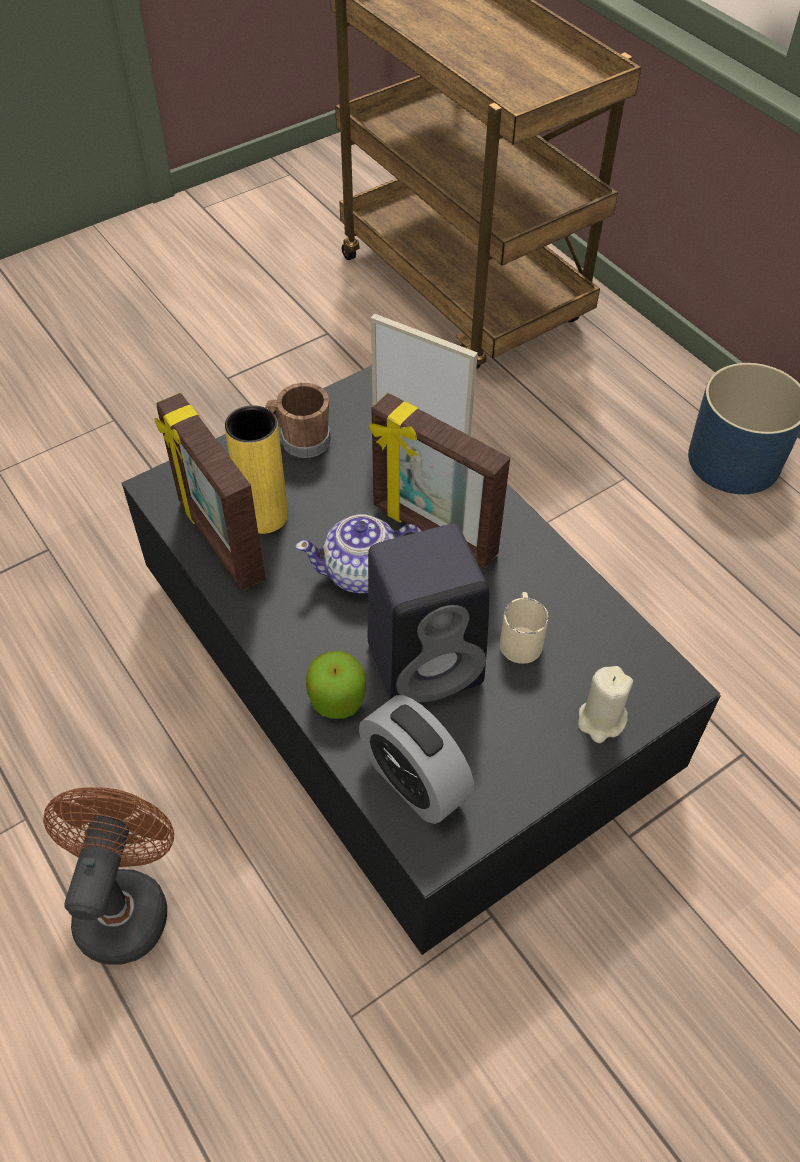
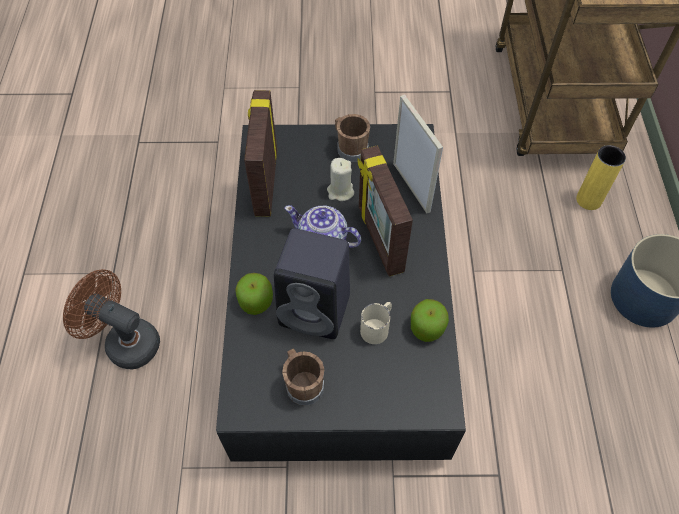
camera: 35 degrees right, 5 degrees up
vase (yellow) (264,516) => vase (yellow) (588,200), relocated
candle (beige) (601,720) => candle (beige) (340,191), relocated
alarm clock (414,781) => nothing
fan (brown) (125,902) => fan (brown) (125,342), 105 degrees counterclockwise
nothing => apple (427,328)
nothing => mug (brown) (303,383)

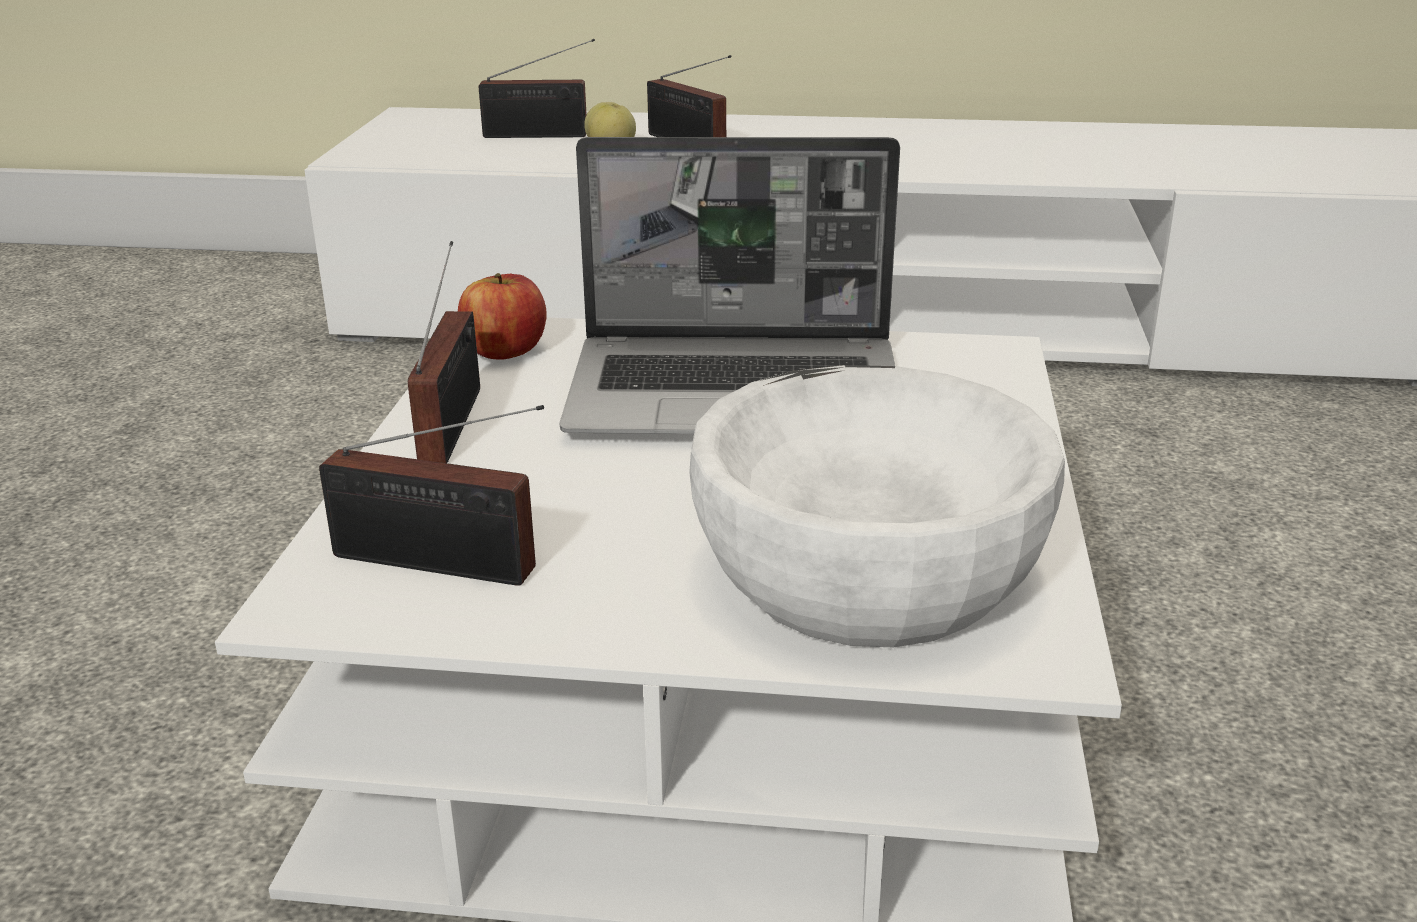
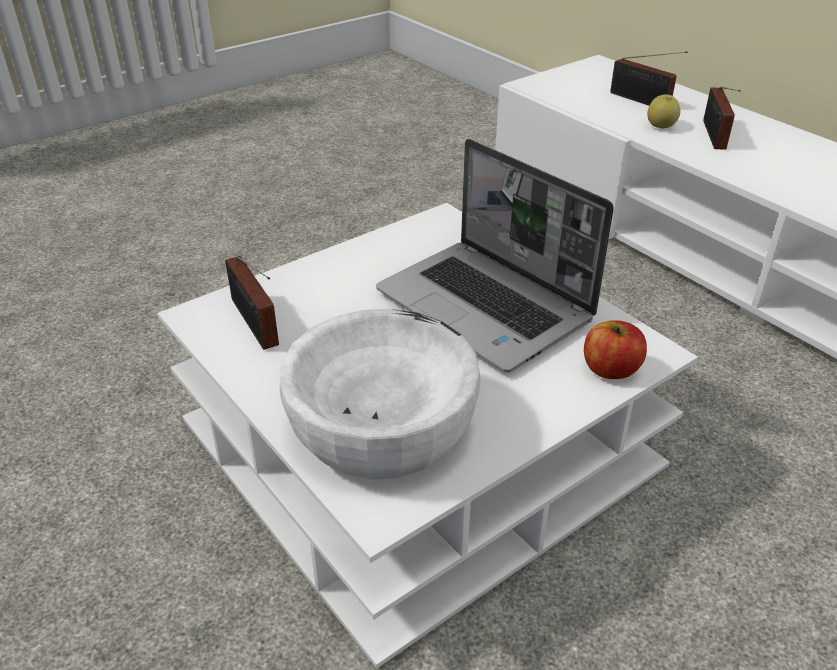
camera: 45 degrees right, 10 degrees up
radio (455,420) => nothing
apple (504,351) => apple (610,369), relocated

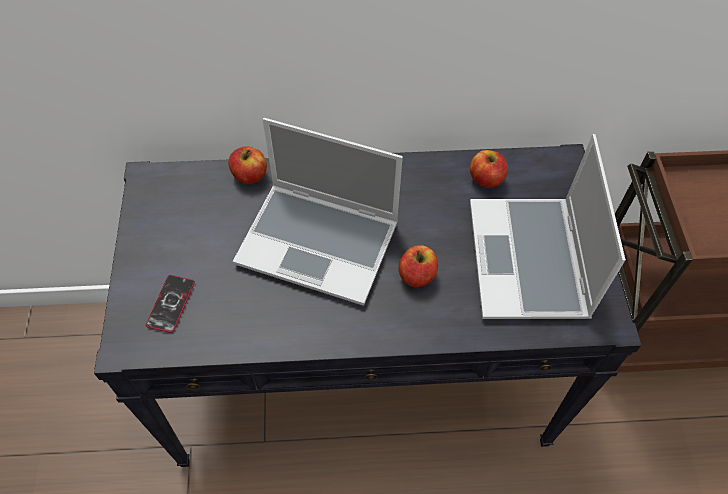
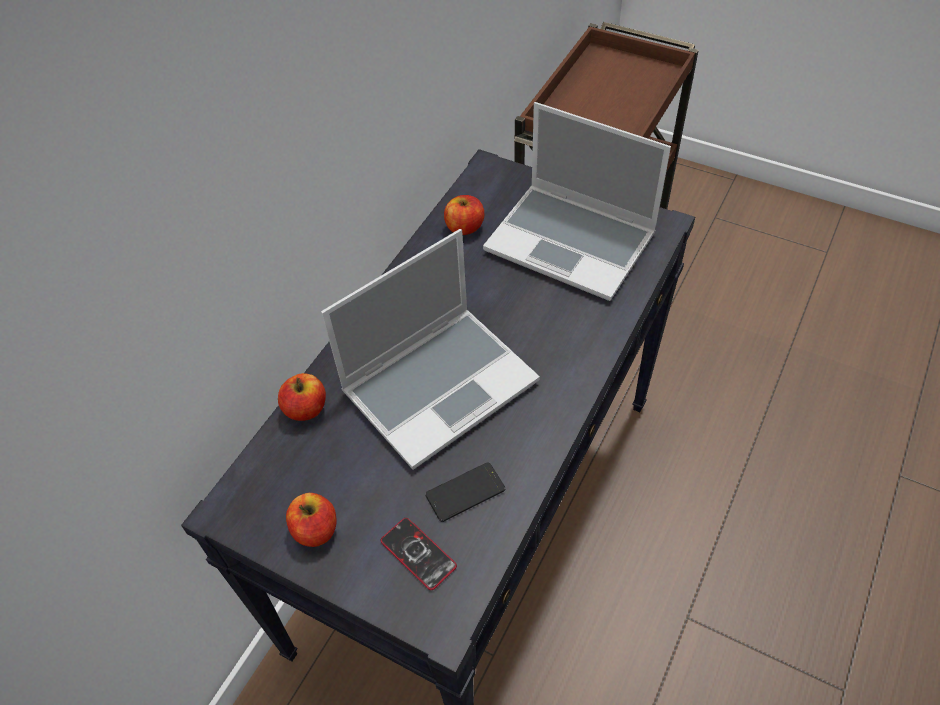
camera: 55 degrees left, 5 degrees down
apple (417,275) => apple (316,530), relocated
nothing => phone (465,492)

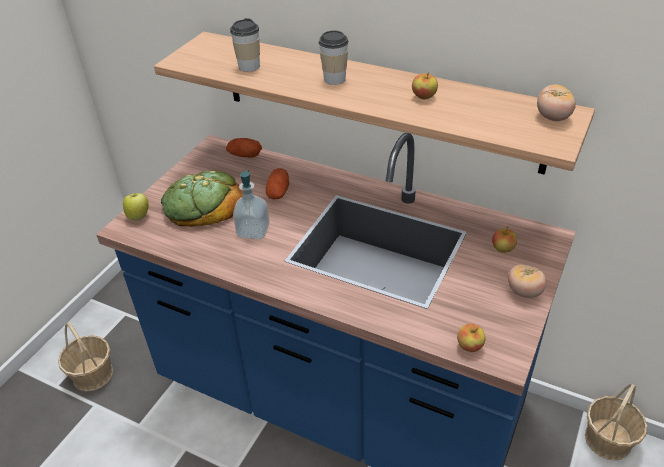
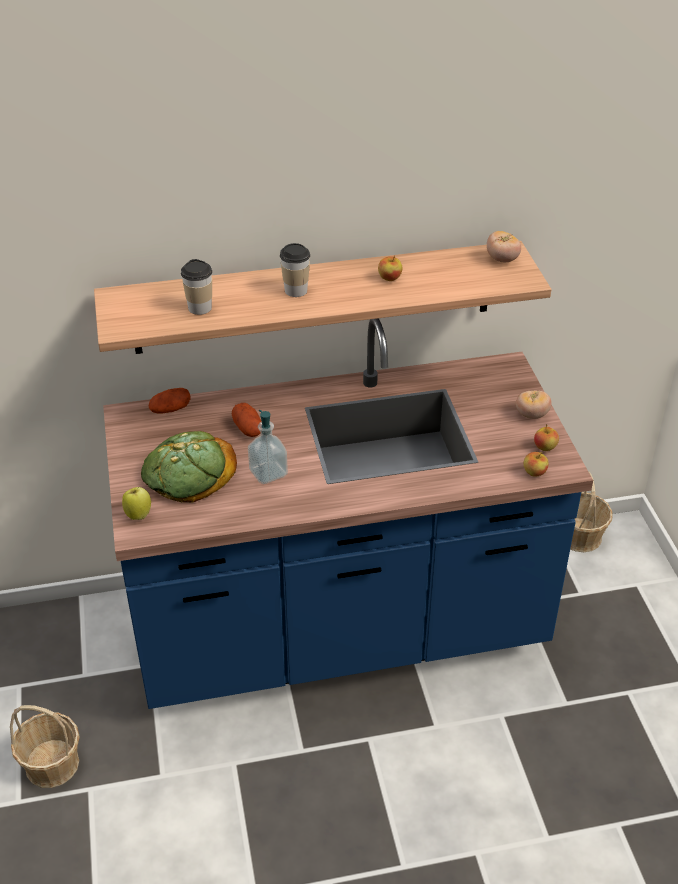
camera: 40 degrees left, 0 degrees up
apple (502,249) => apple (544,447), relocated

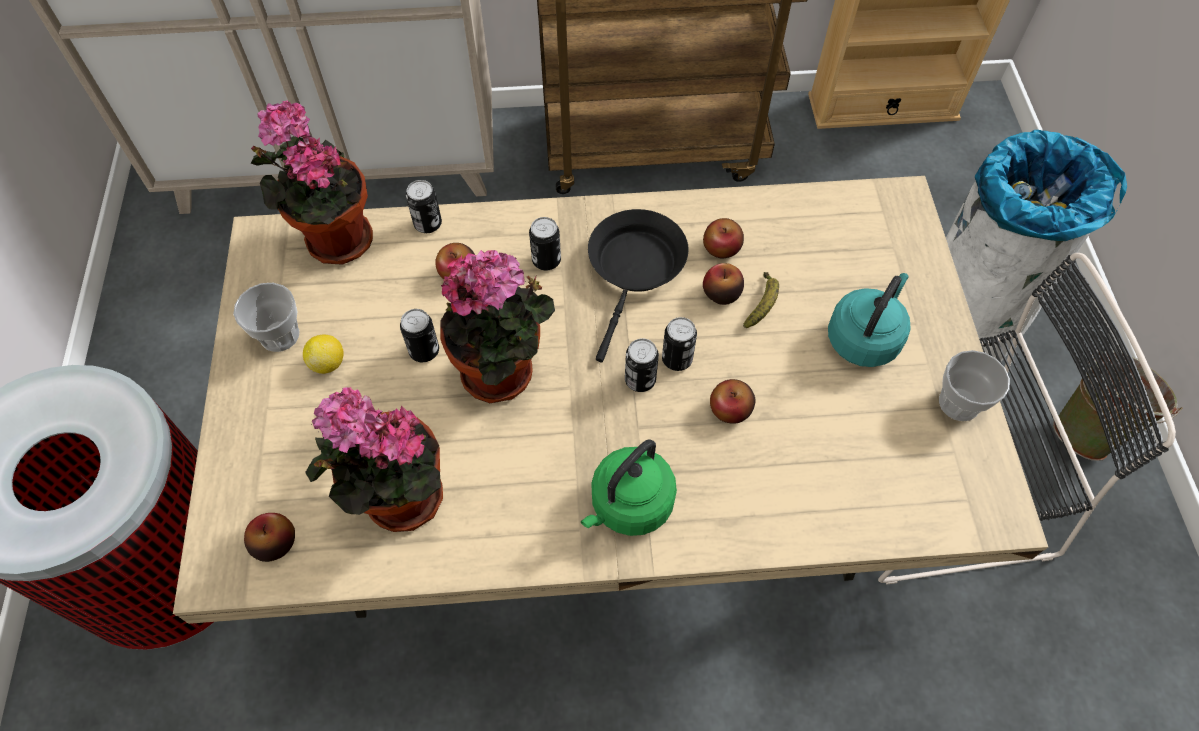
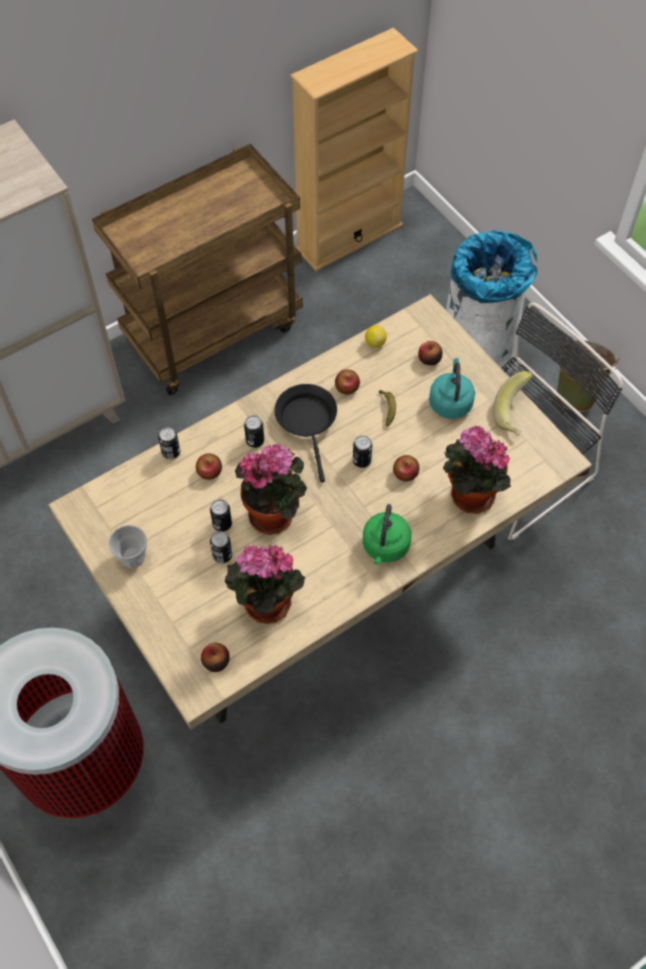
camera: 30 degrees left, 0 degrees up
potted plant (334,238) => potted plant (468,496), relocated
apple (721,293) => apple (429,359), relocated
lemon (328,363) => lemon (375,342), relocated
can (640,380) => can (222,555), relocated
cup (959,403) => banana (515,413)

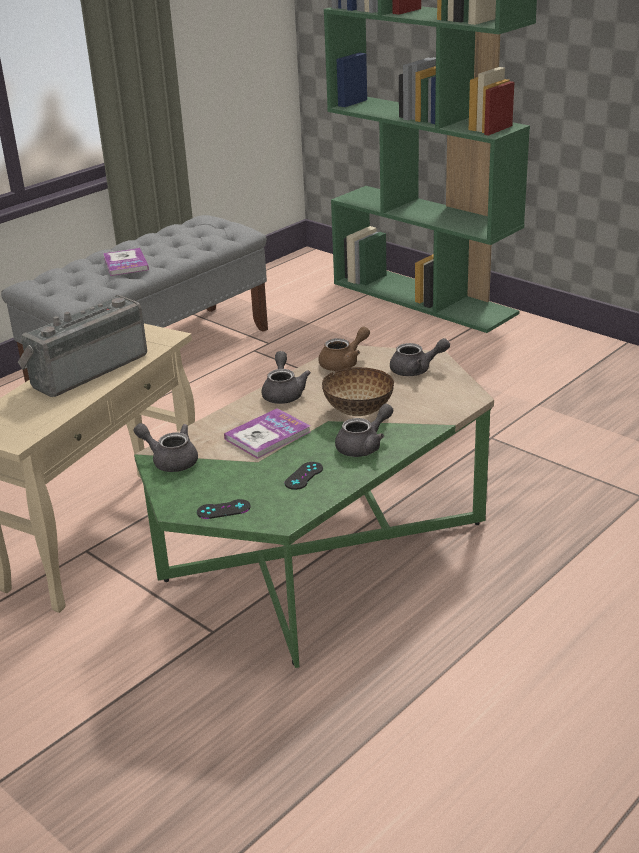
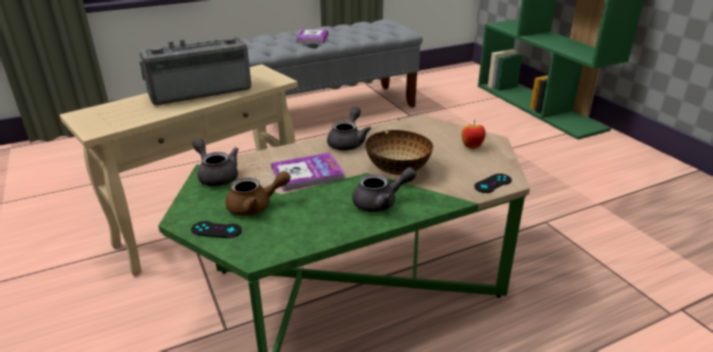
camera: 20 degrees right, 0 degrees up
teapot (brown) (344,363) => teapot (brown) (256,206), relocated
teapot (grey) (416,370) => apple (471,147)
game controller (black) (304,476) => game controller (black) (493,183), relocated

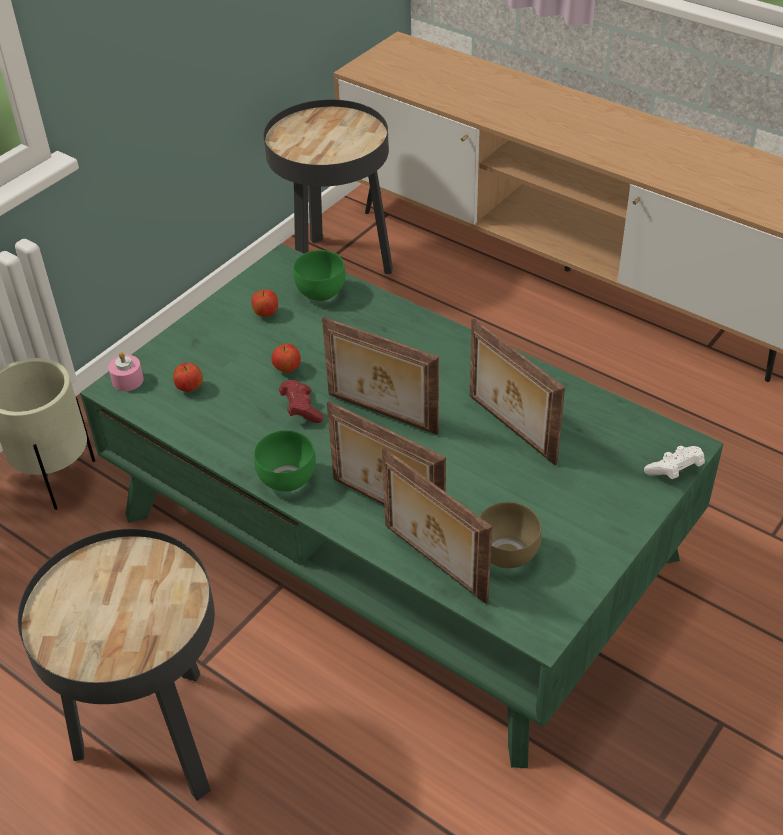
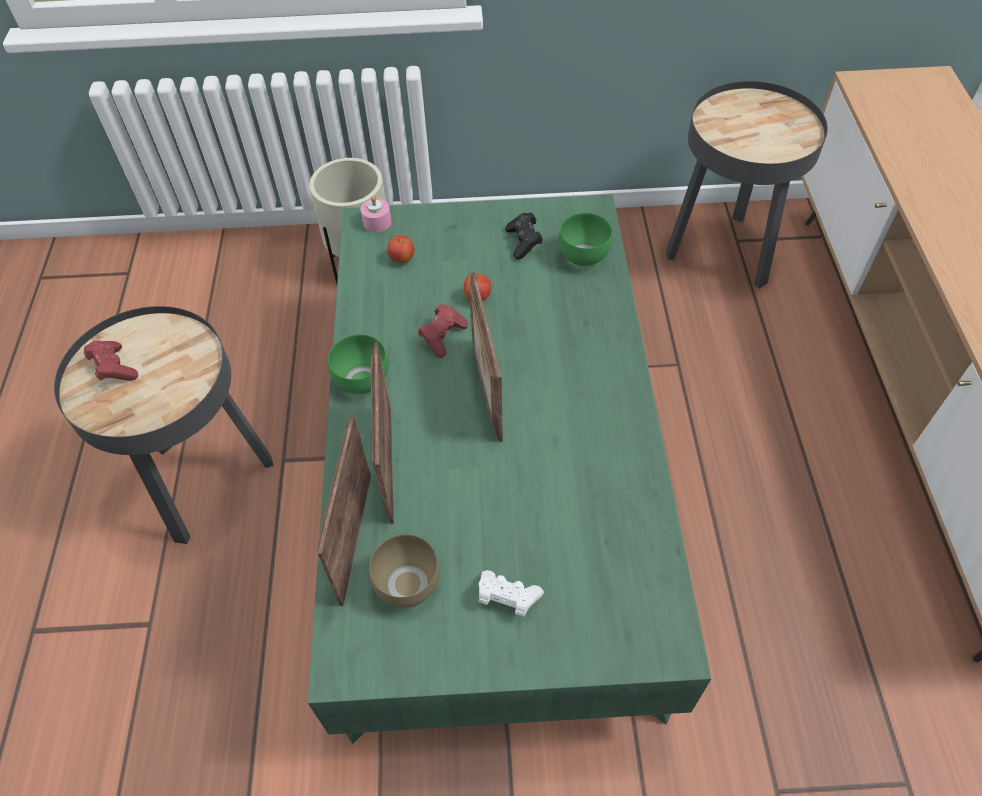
camera: 50 degrees right, 10 degrees up
apple (265,314) => game controller (black) (524,242)
picture frame (510,430) => nothing
game controller (white) (674,471) => game controller (white) (507,598), relocated
nothing => game controller (red) (114,368)

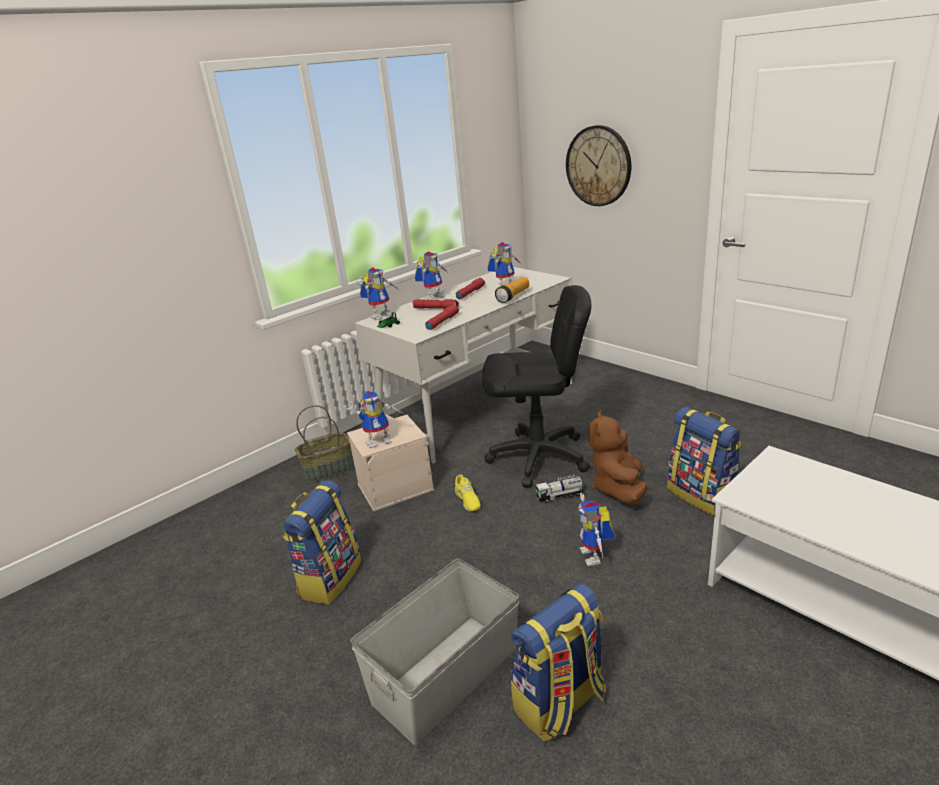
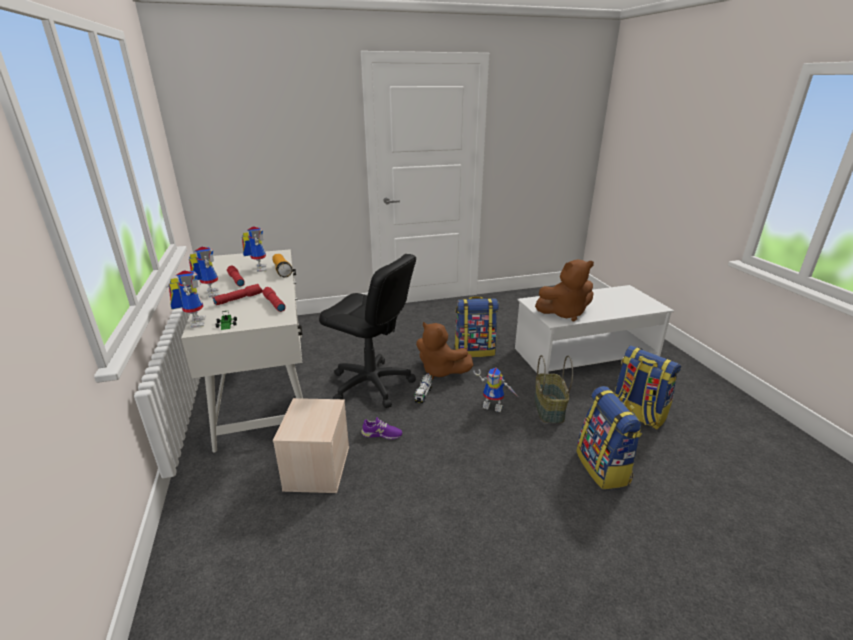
camera: 65 degrees left, 0 degrees up
wall clock (598,166) => nothing
office chair (black) (539,457) => office chair (black) (371,384), 90 degrees clockwise
toy robot (380,440) => nothing
basket (328,469) => basket (548,408), relocated
shoe (yellow) (467,499) => shoe (purple) (381,434)
backpack (329,578) => backpack (637,414), relocated
storage box (grey) (444,675) => nothing
nothing => plush toy (brown) (564,313)

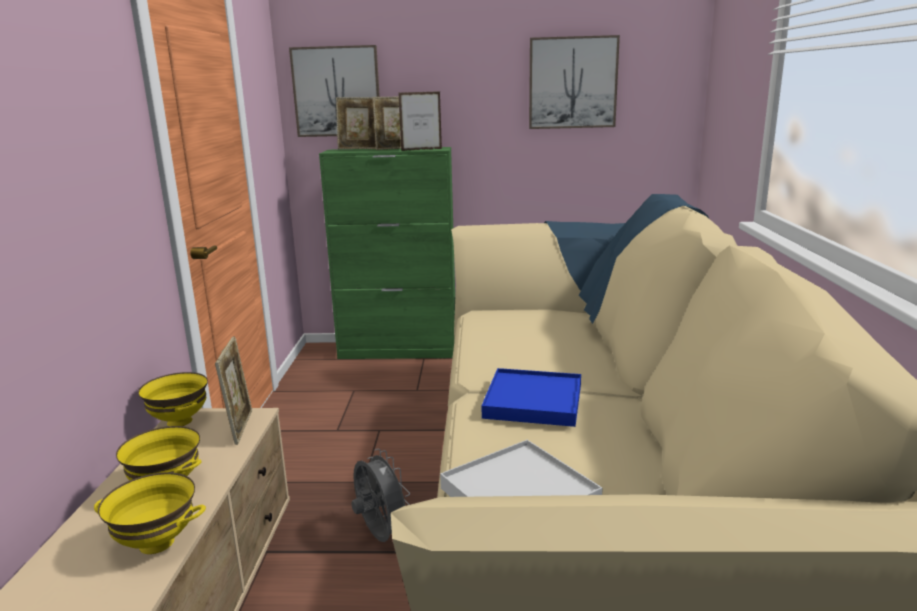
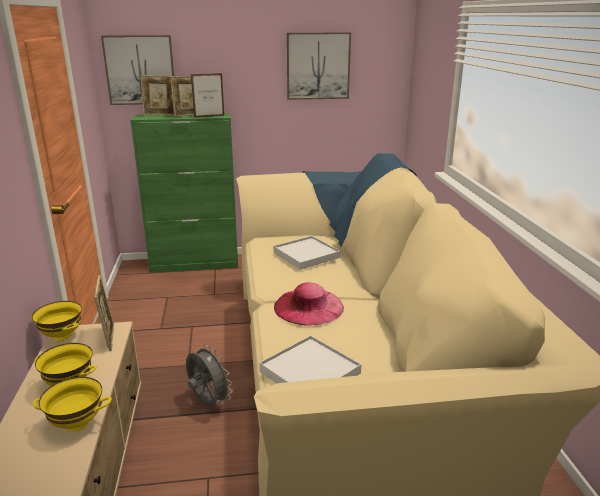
camera: 10 degrees left, 5 degrees up
tray (blue) (533,401) => hat (pink) (308,307)
nothing => tray (white) (306,255)

